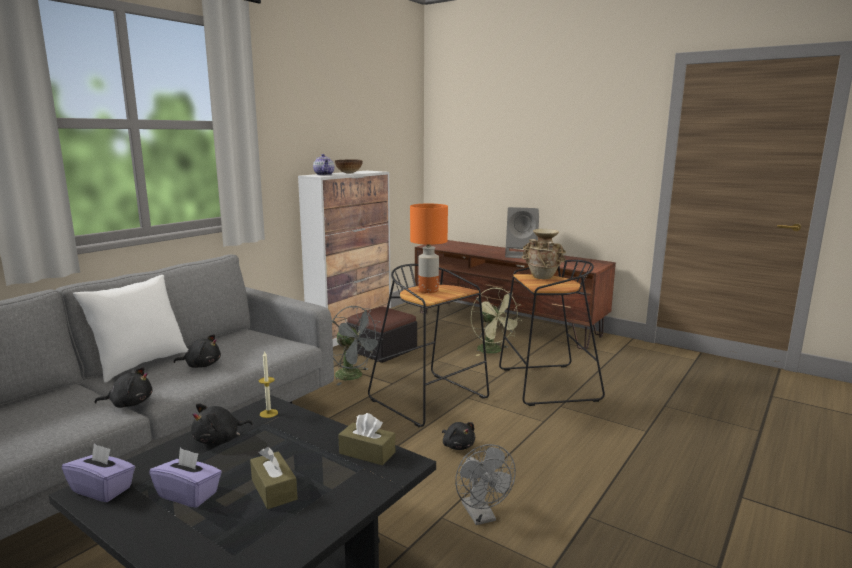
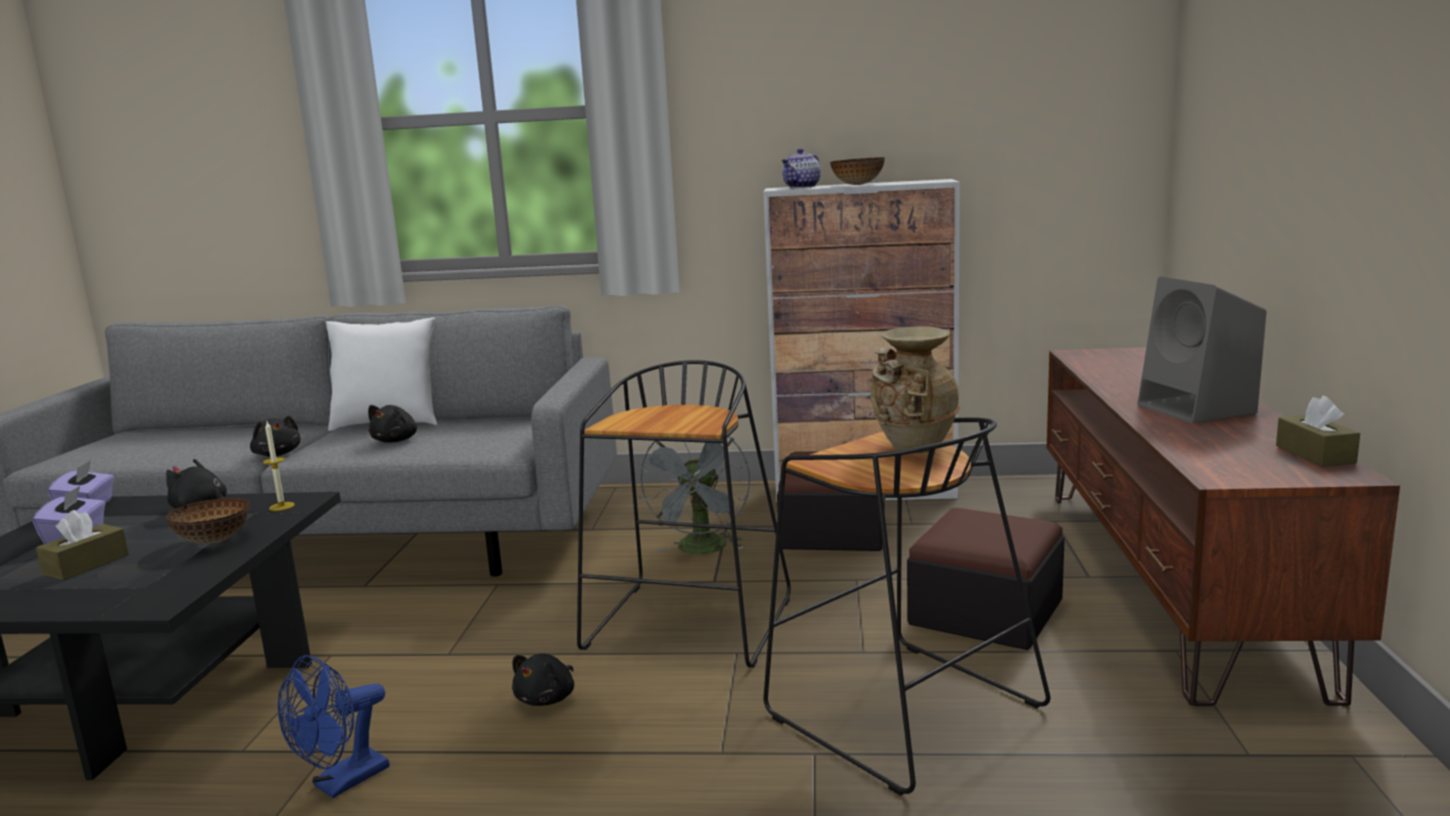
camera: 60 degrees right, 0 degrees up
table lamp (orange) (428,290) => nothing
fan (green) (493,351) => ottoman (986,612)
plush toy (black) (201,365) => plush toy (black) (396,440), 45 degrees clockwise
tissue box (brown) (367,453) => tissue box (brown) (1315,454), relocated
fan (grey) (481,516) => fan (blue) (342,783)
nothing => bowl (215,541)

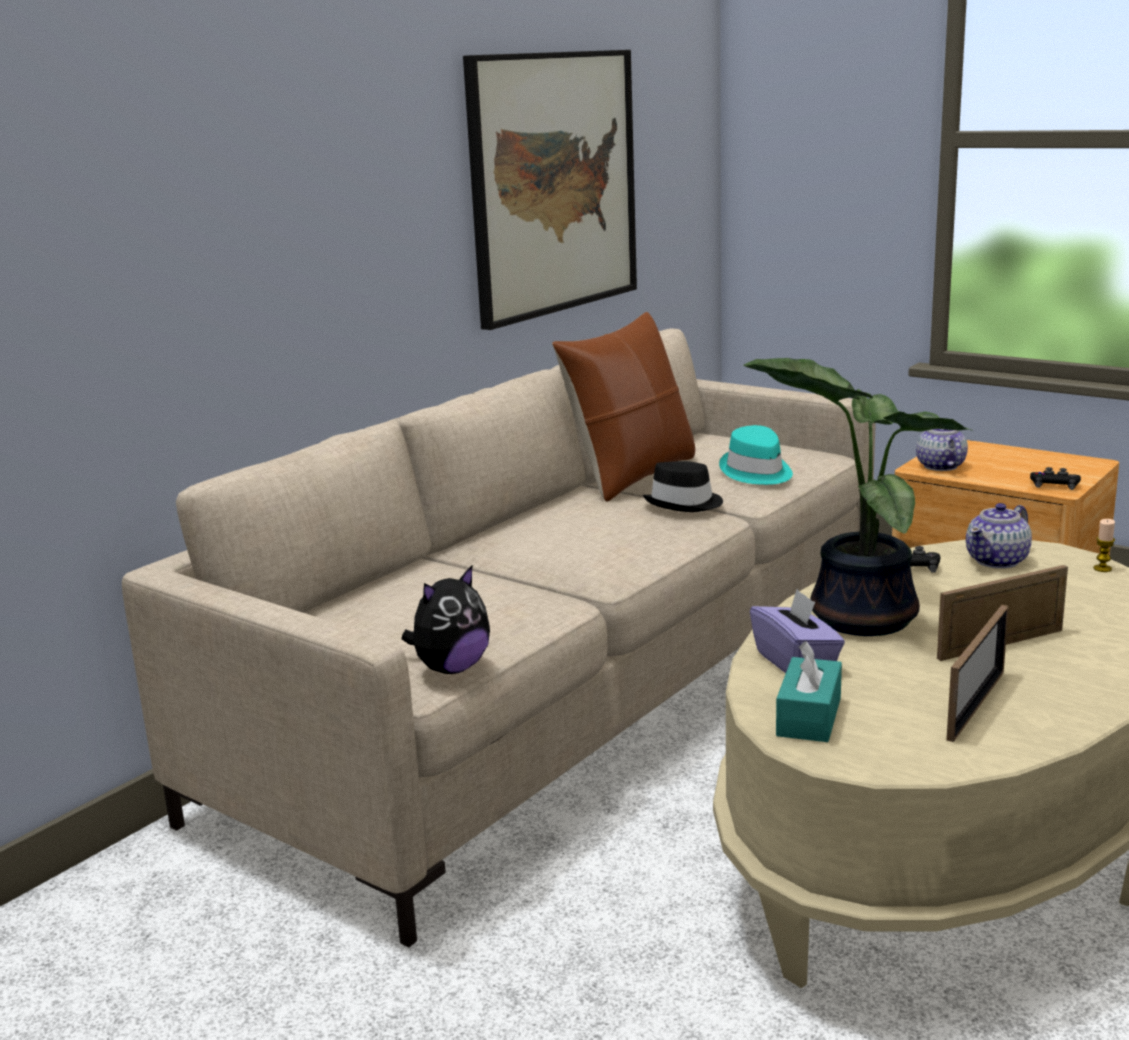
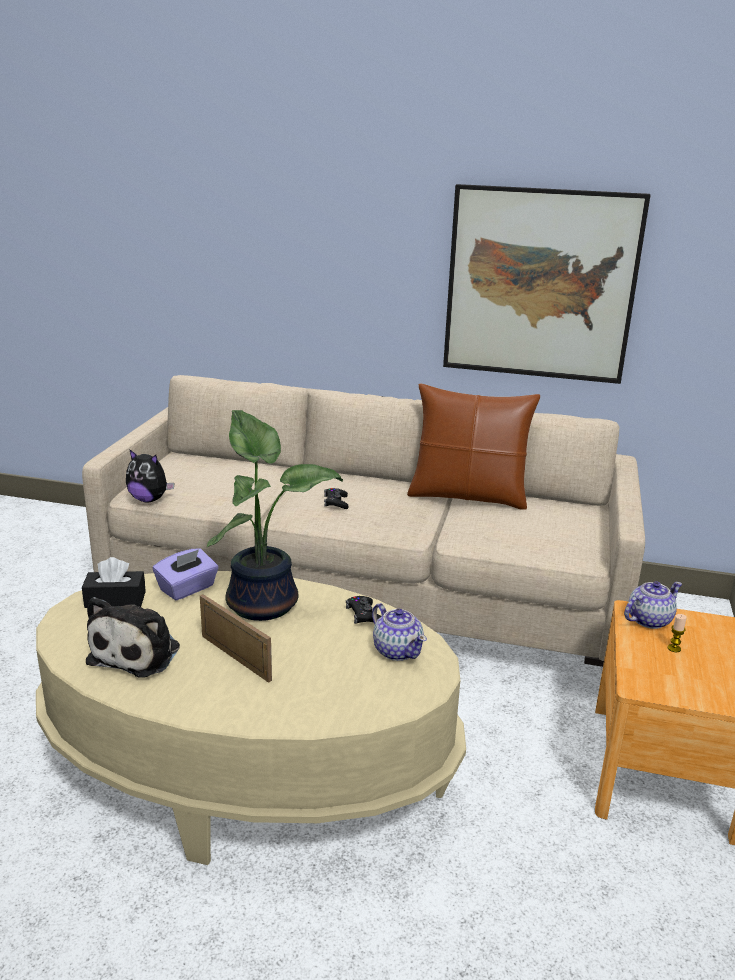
camera: 65 degrees right, 5 degrees up
hat (turquoise) (756,472) => nothing
hat (black) (685,504) => nothing
game controller (black) (1054,485) => game controller (black) (336,502), relocated
teapot (998,561) => teapot (397,650), 150 degrees counterclockwise
candle (1102,569) => candle (674,648), relocated
picture frame (976,705) => plush toy (138,652)
tissue box (turquoise) (809,717) => tissue box (black) (115,599)

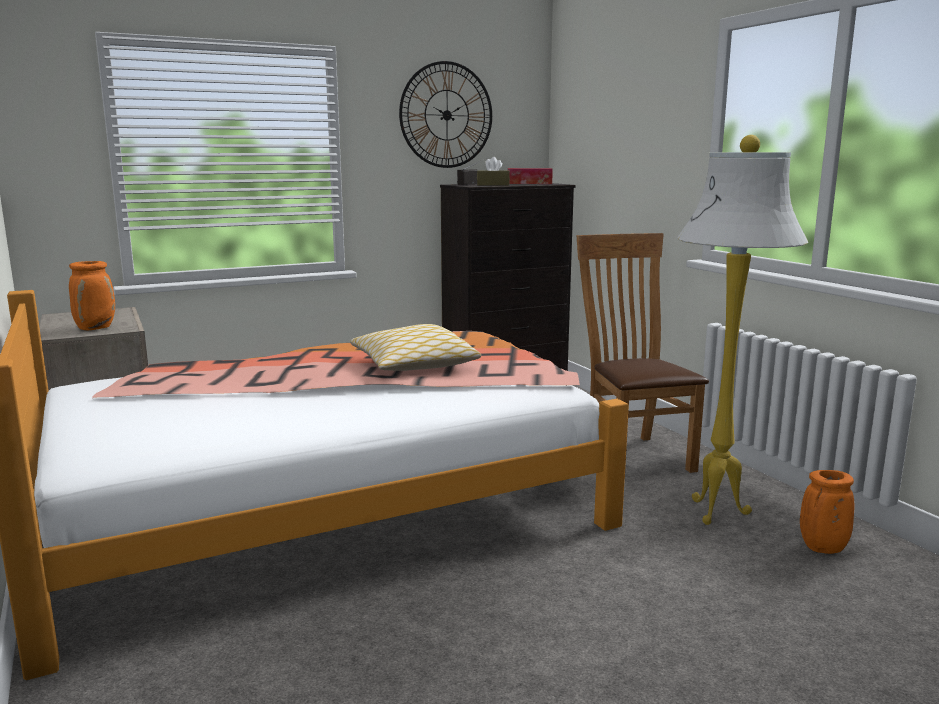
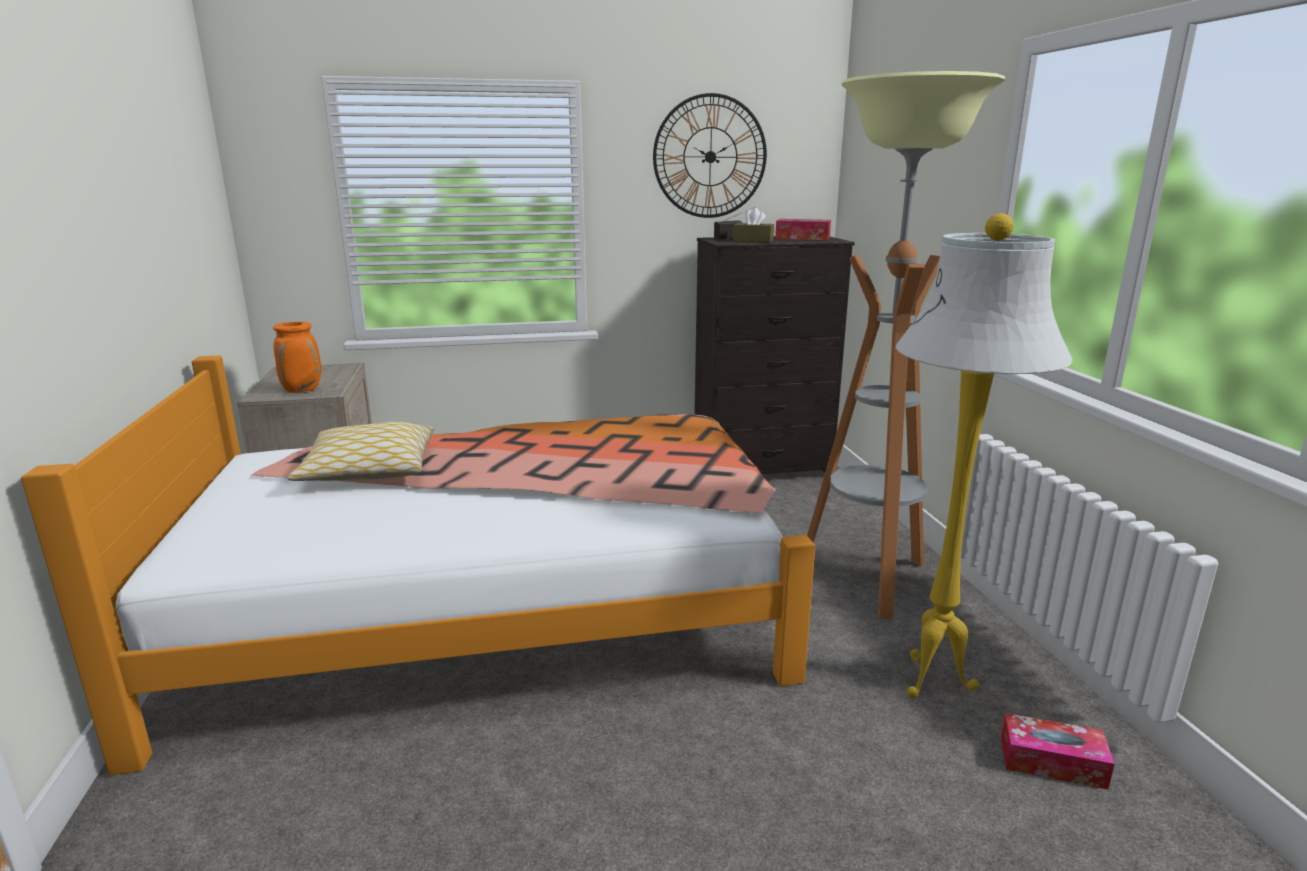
camera: 15 degrees right, 5 degrees up
chair (brown) (632,454) => floor lamp (868,579)
pillow (414,365) => pillow (369,470), relocated
vase (orange) (822,549) => tissue box (1052,762)

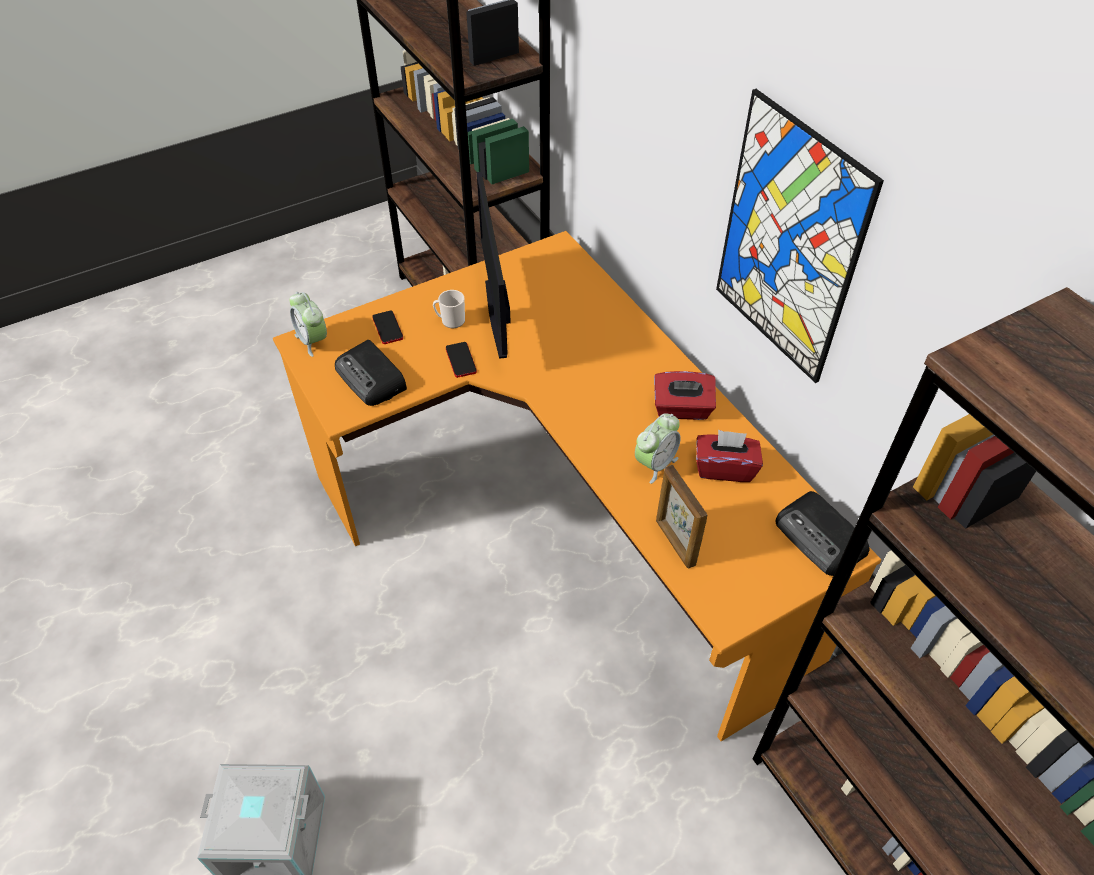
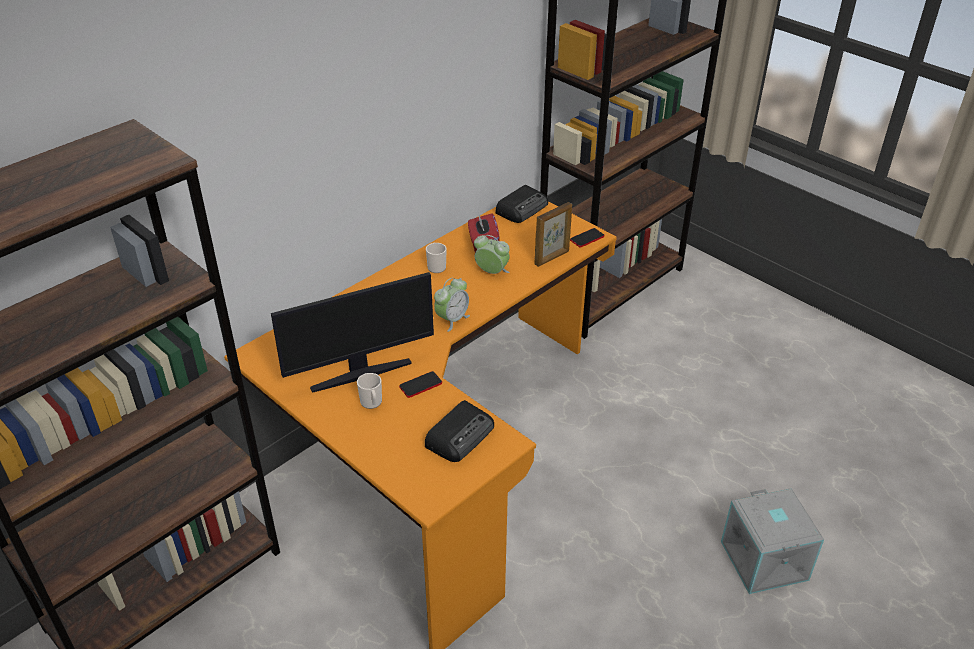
camera: 105 degrees left, 10 degrees down
picture (789,242) => nothing
alarm clock (313,341) => alarm clock (452,319), relocated
phone (387,328) => phone (587,238), relocated
tissue box (red) (682,409) => mug (436,266)

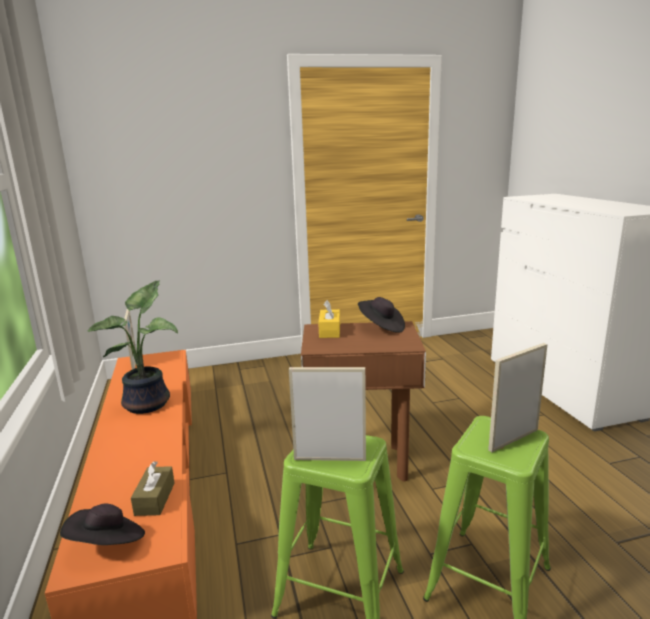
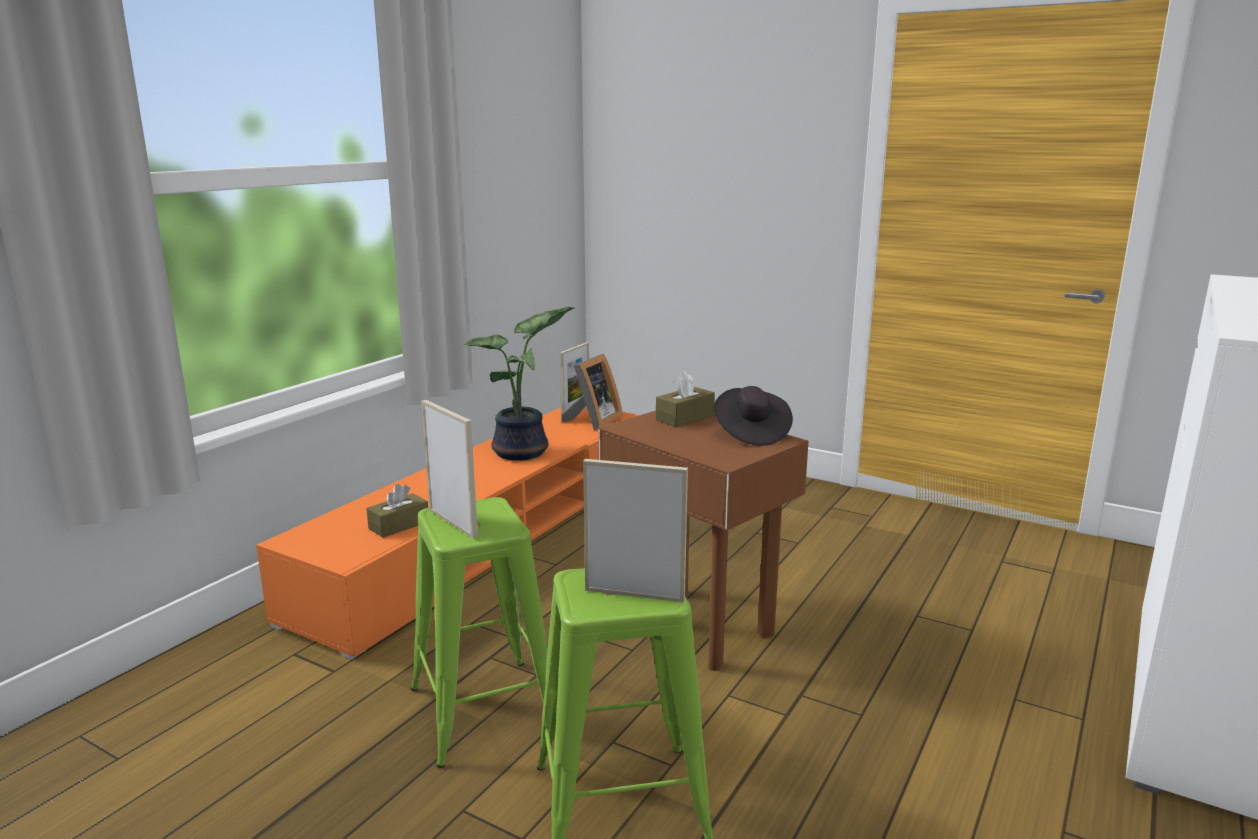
camera: 45 degrees right, 0 degrees up
tissue box (yellow) (329,331) => tissue box (brown) (685,417)
hat (black) (107,544) => nothing
nothing => picture frame (593,421)

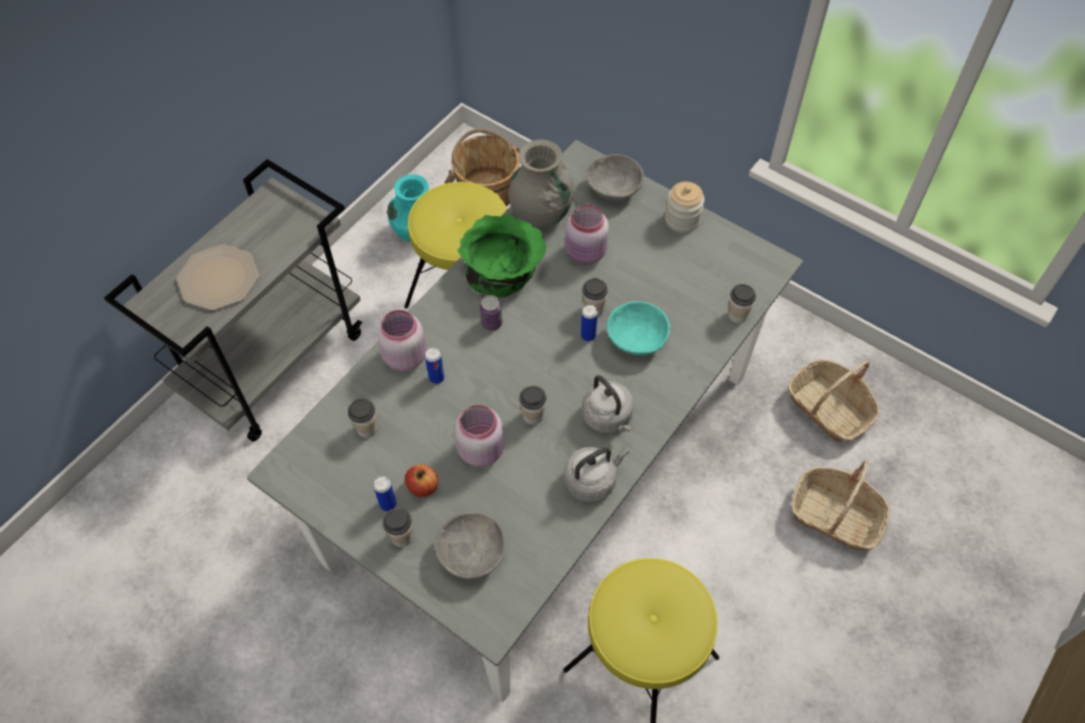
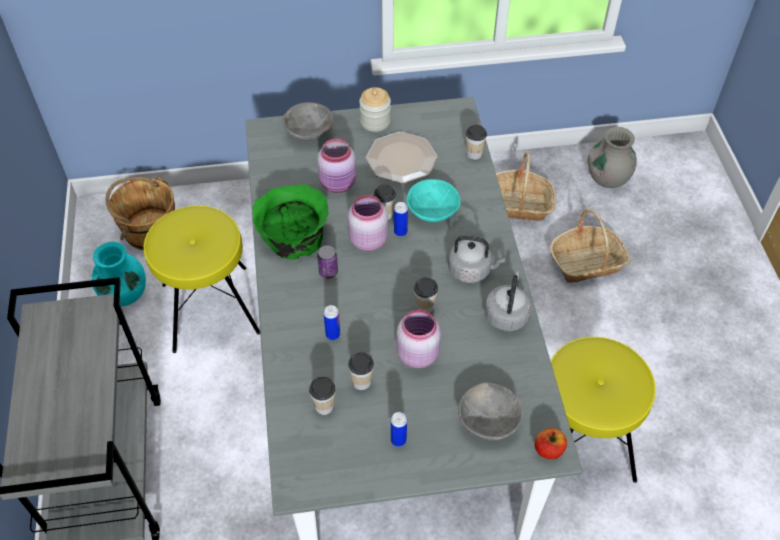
camera: 45 degrees left, 5 degrees down
vase (grey) (541,212) => vase (grey) (608,178), relocated
plate (218,278) => plate (401,159), relocated
jar (pink) (404,356) => jar (pink) (367,240), relocated
apple (422,487) => apple (548,450), relocated
cup (401,537) => cup (361,381), relocated

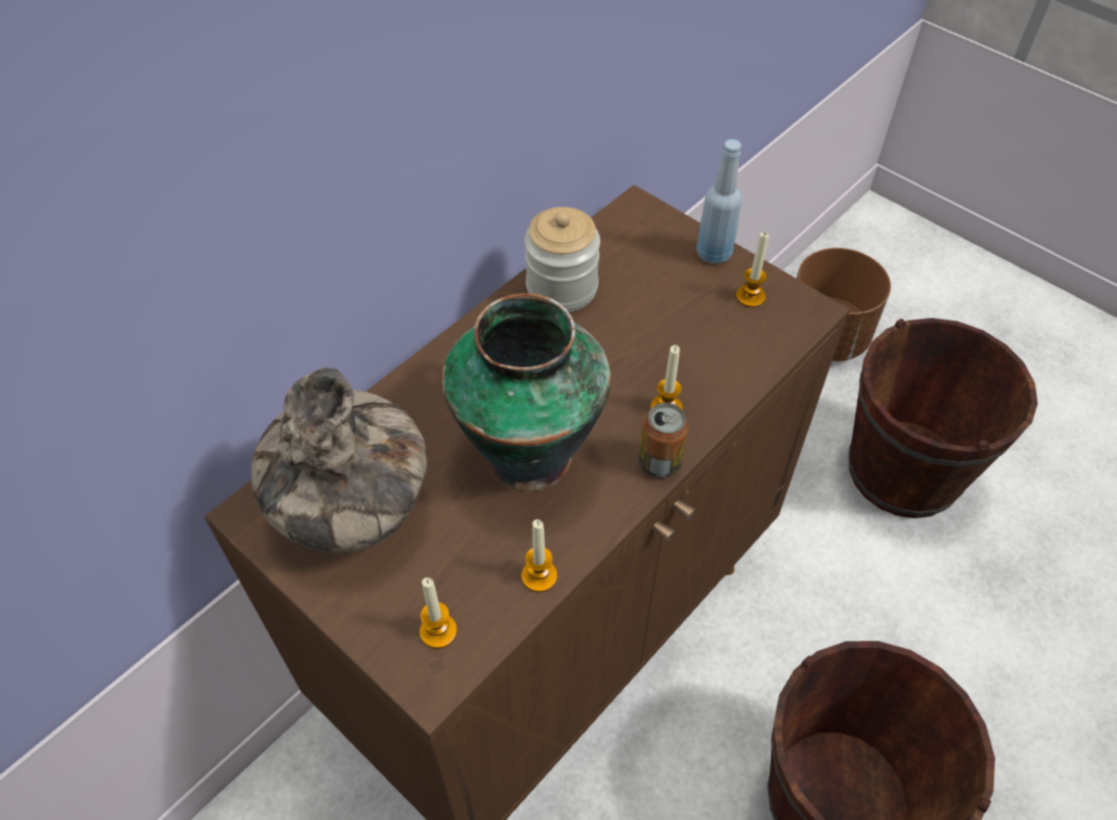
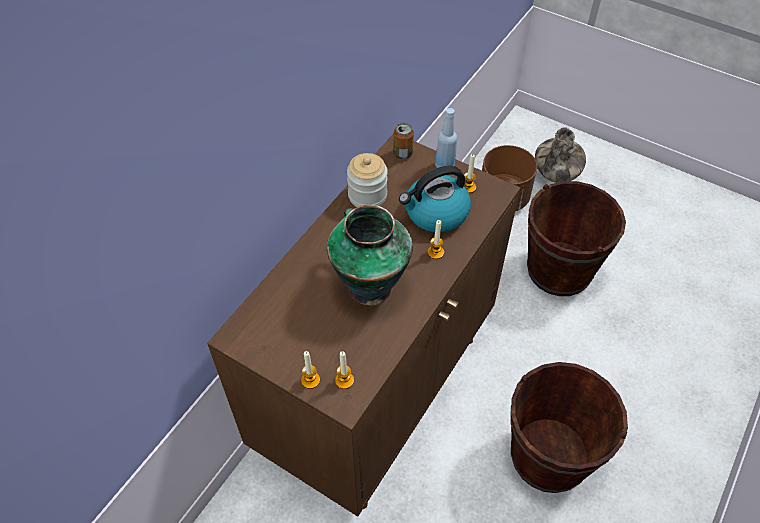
camera: 10 degrees left, 0 degrees up
vase (355,509) => vase (555,175), relocated
can (660,462) => can (402,153), relocated
candle (539,576) => candle (310,380), relocated
nothing => kettle (435,213)

